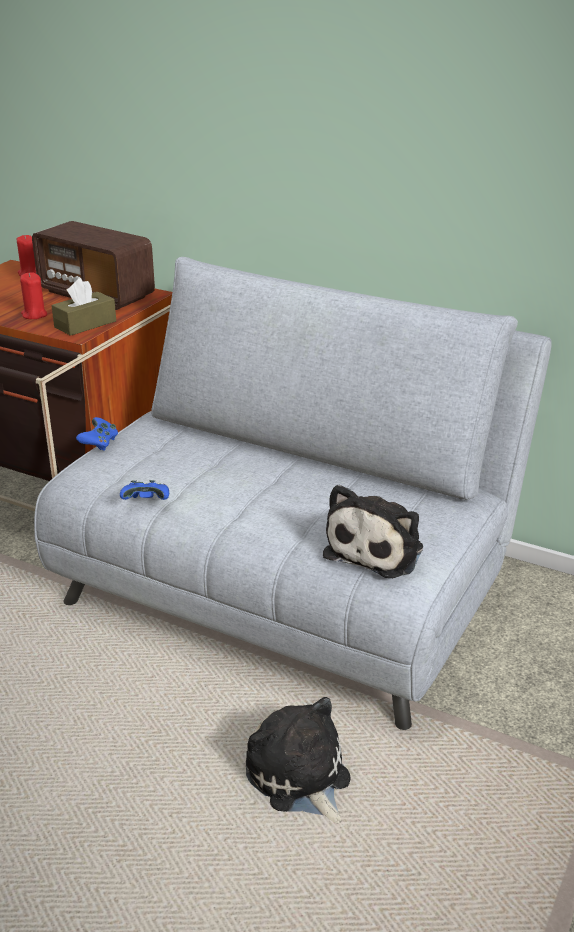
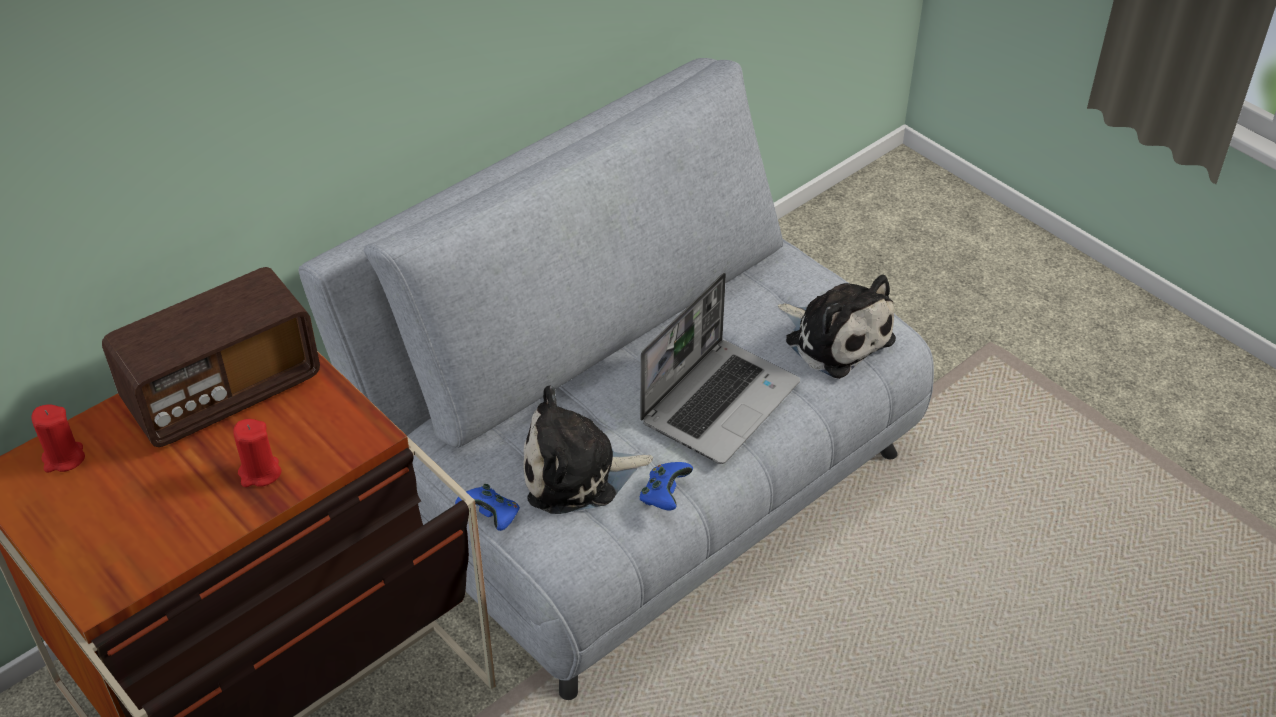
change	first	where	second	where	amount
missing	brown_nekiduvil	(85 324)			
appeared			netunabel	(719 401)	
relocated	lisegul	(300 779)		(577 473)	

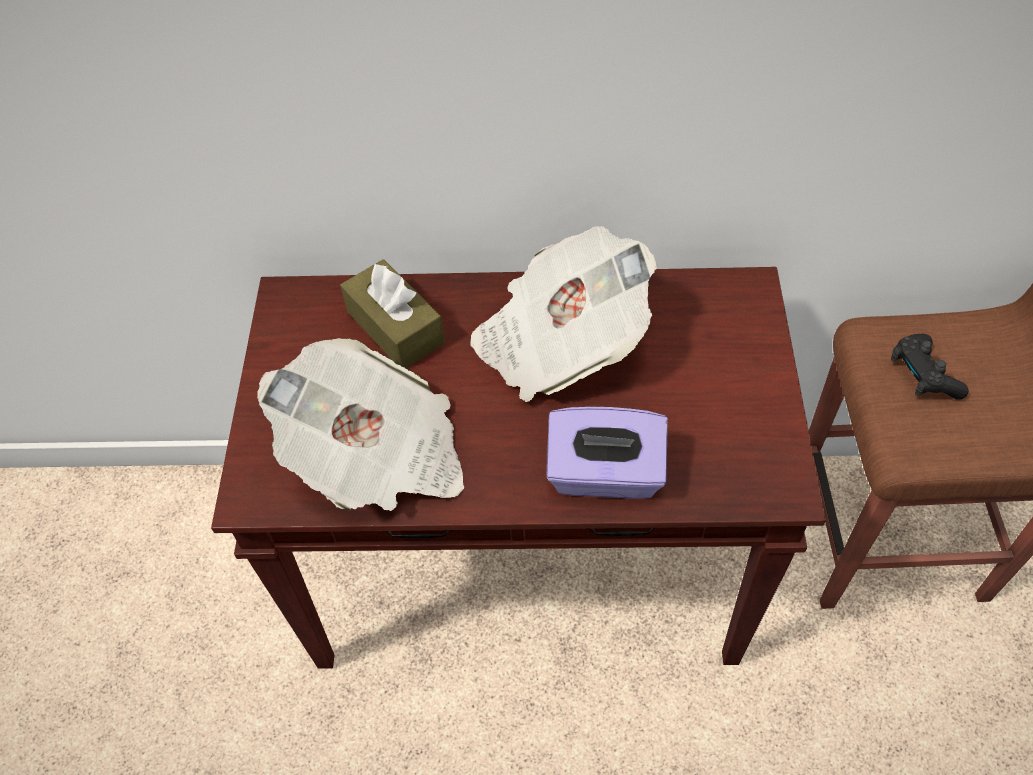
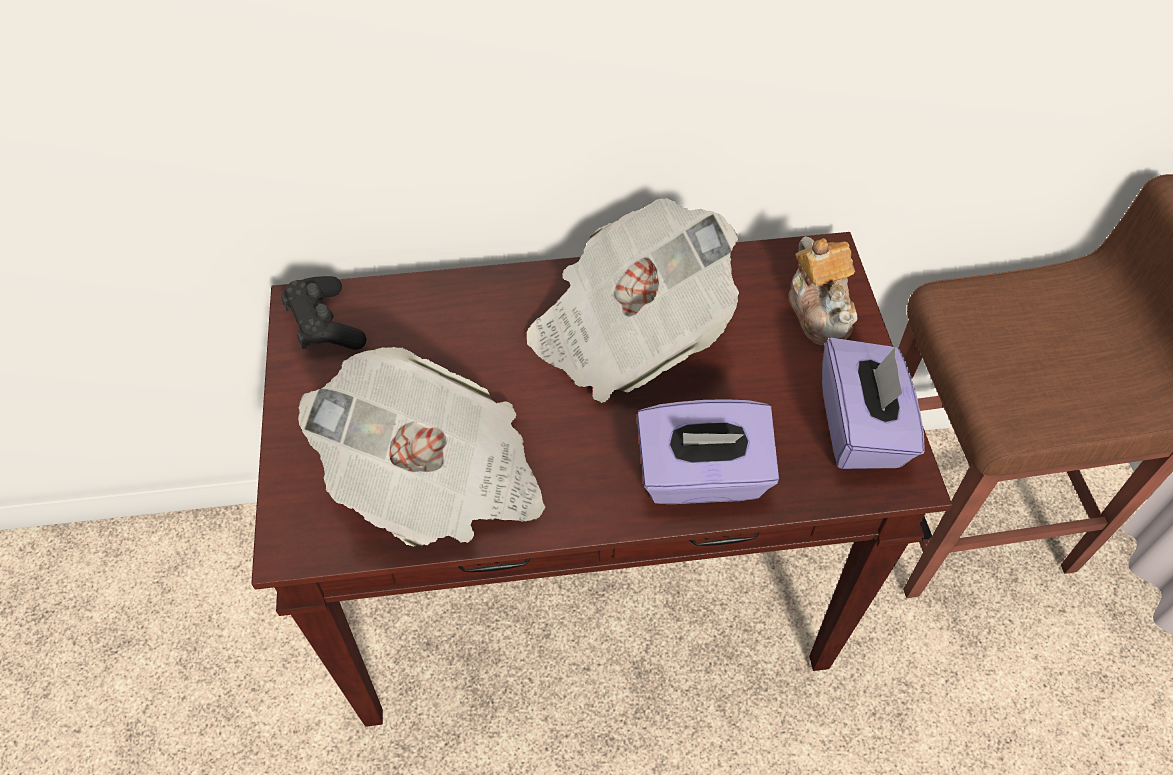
change	first	where	second	where	amount
missing	brown_nekiduvil	(395 327)			
appeared			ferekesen	(820 311)	
appeared			purple_nekiduvil	(861 427)	
relocated	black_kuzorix	(922 376)		(325 325)	

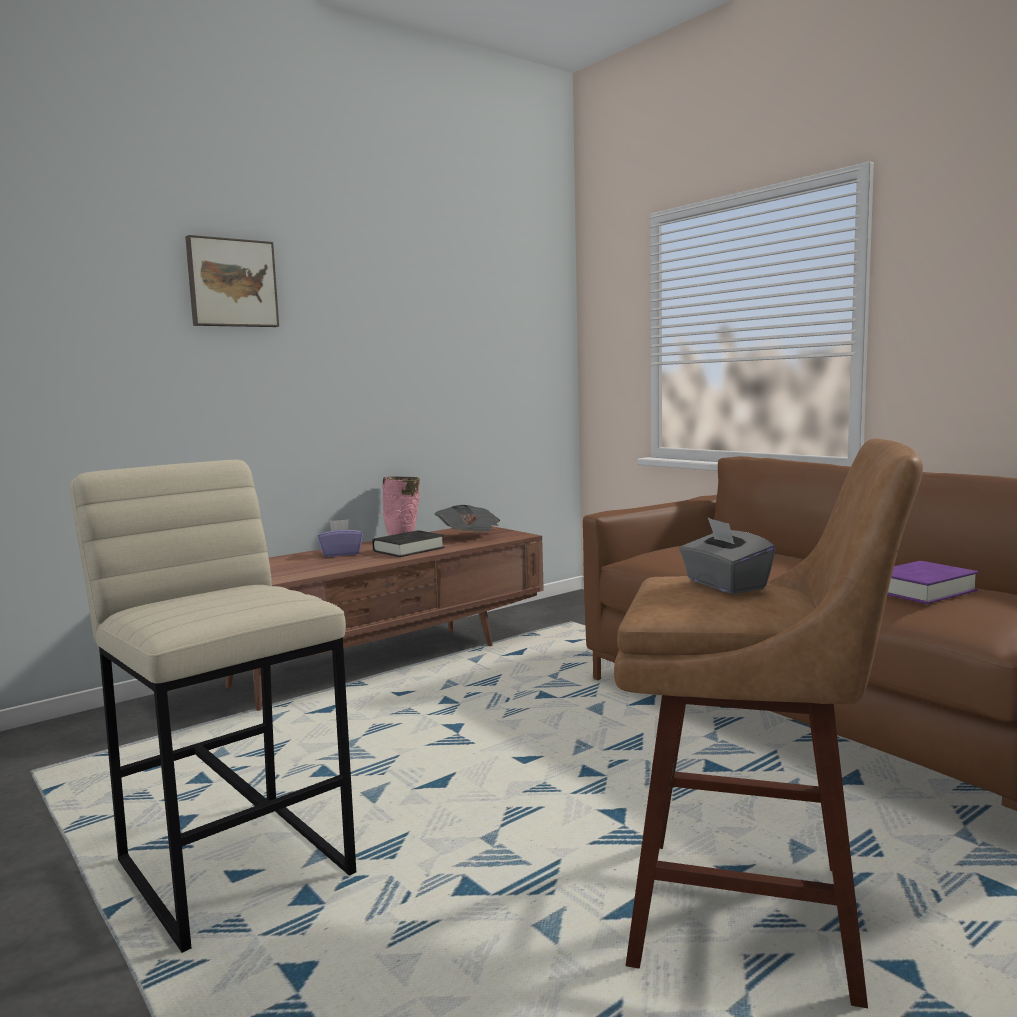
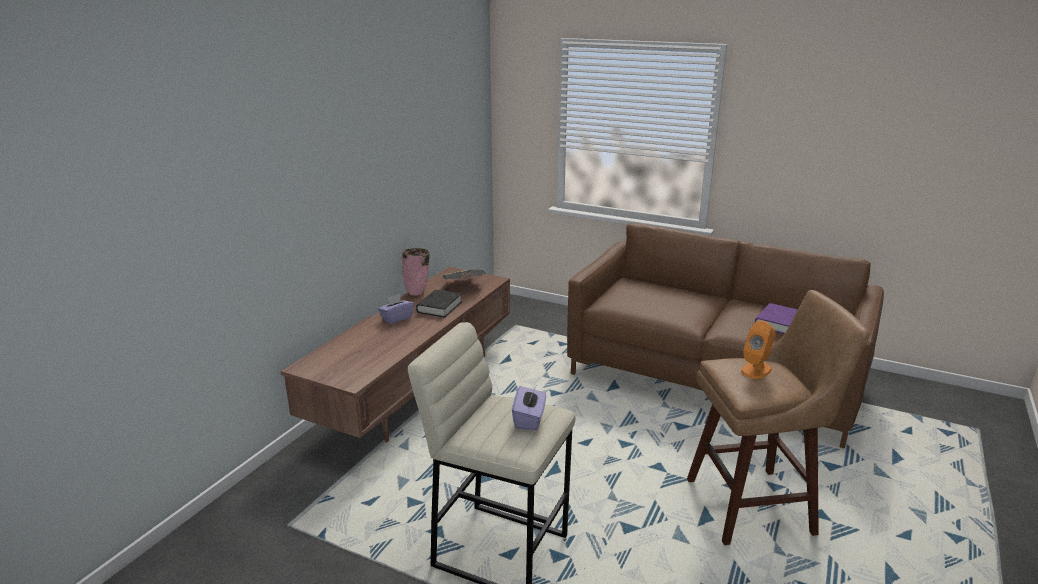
change	first	where	second	where	amount
missing	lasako	(232 283)			
appeared			purple_nekiduvil	(529 419)	
exchanged	grey_nekiduvil	(724 585)	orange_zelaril	(756 370)	

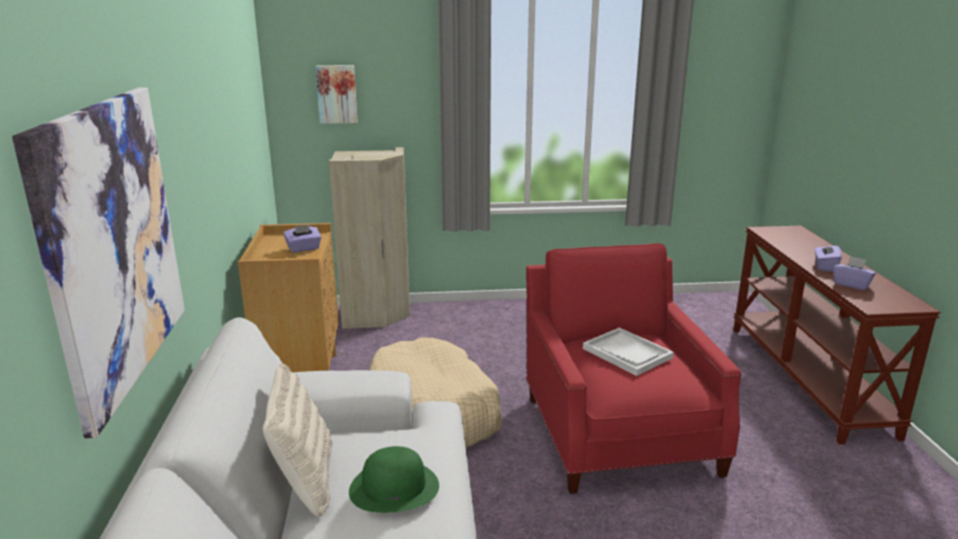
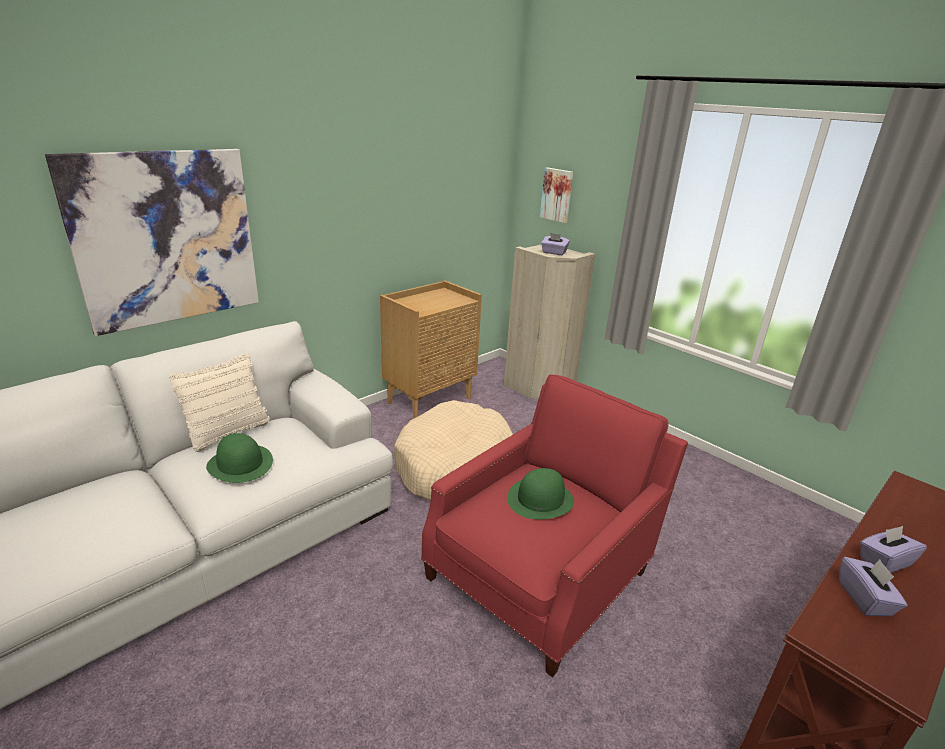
change	first	where	second	where	amount
relocated	purple_nekiduvil	(303 248)		(554 253)	
exchanged	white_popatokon	(627 353)	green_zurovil	(540 499)	

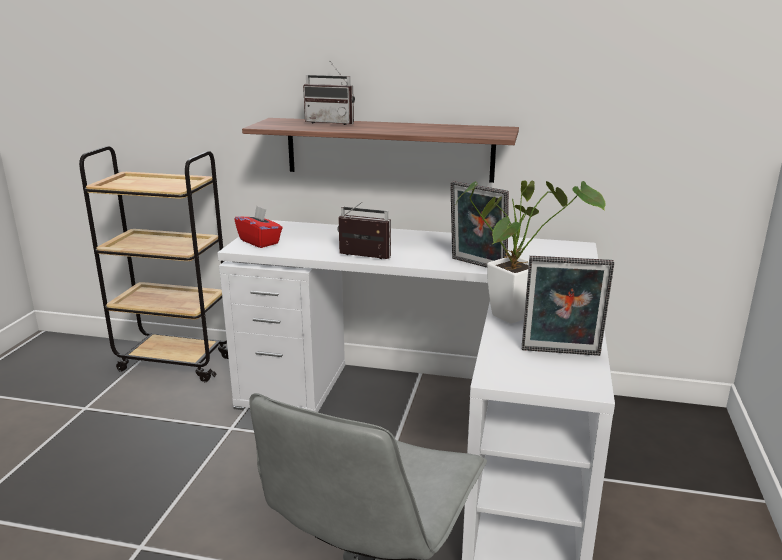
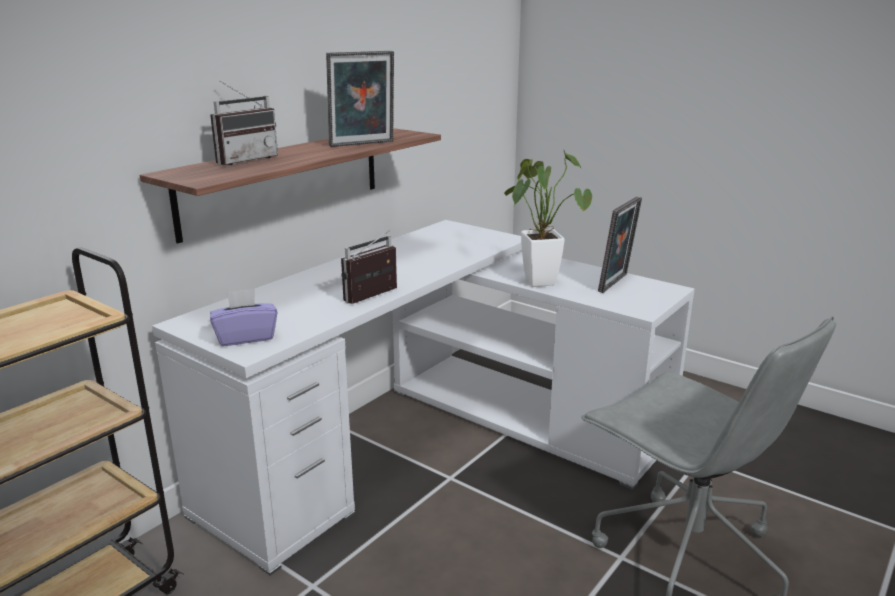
change	first	where	second	where	amount
relocated	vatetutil	(476 265)		(363 144)	
colour	red_nekiduvil	(260 242)	purple_nekiduvil	(245 337)	

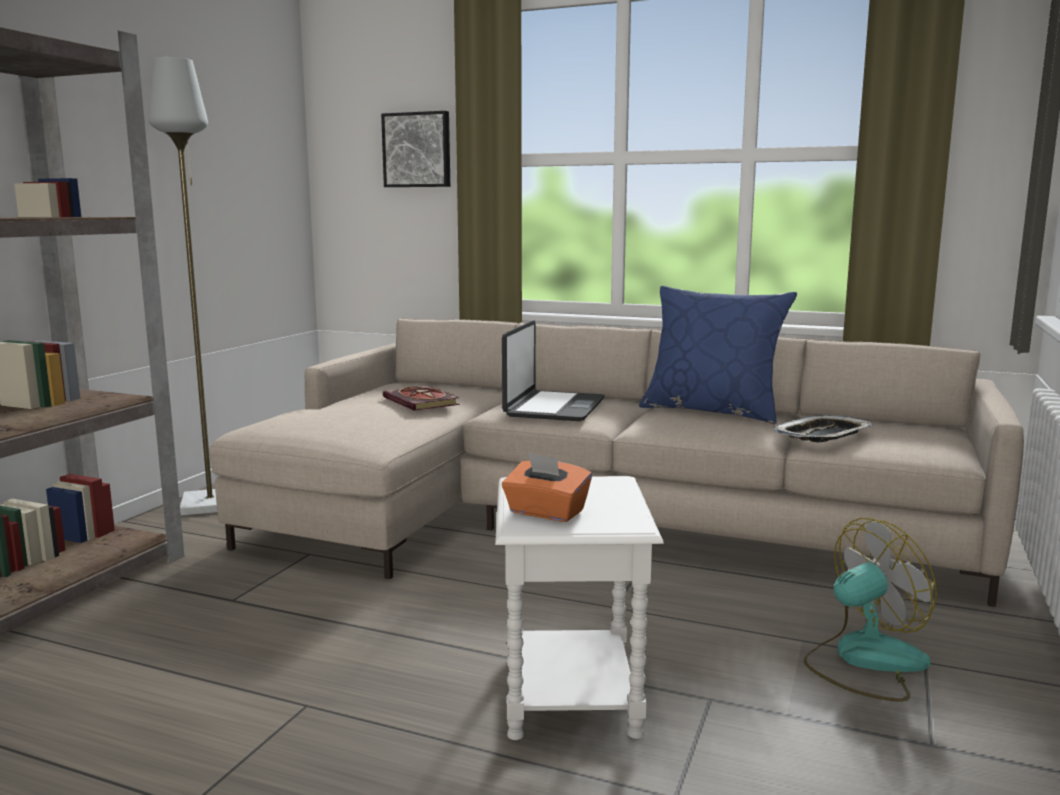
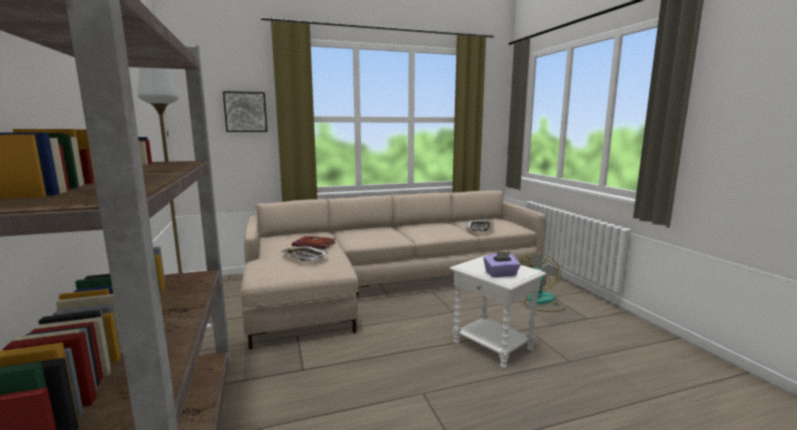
change	first	where	second	where	amount
missing	netunabel	(553 408)			
missing	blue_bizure	(712 411)			
appeared			popatokon	(304 257)	
colour	orange_nekiduvil	(546 512)	purple_nekiduvil	(501 274)	

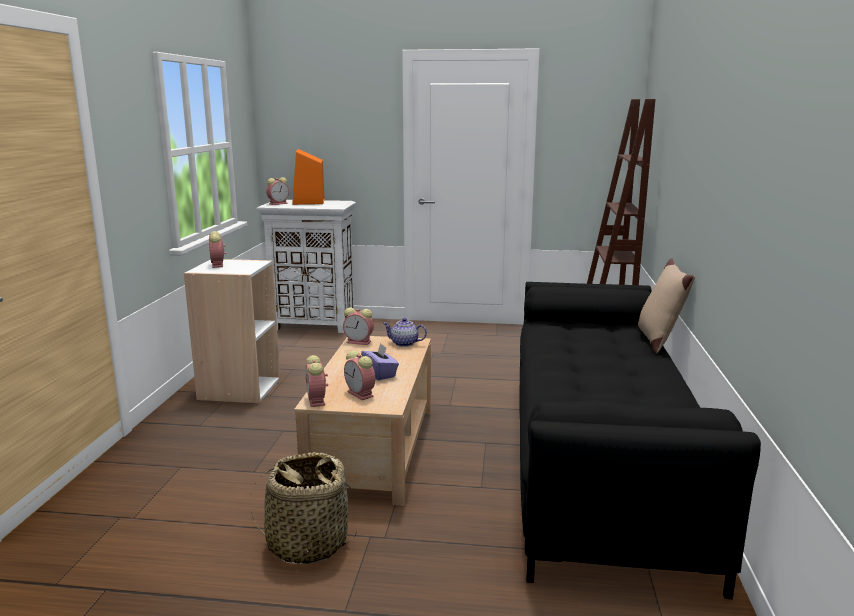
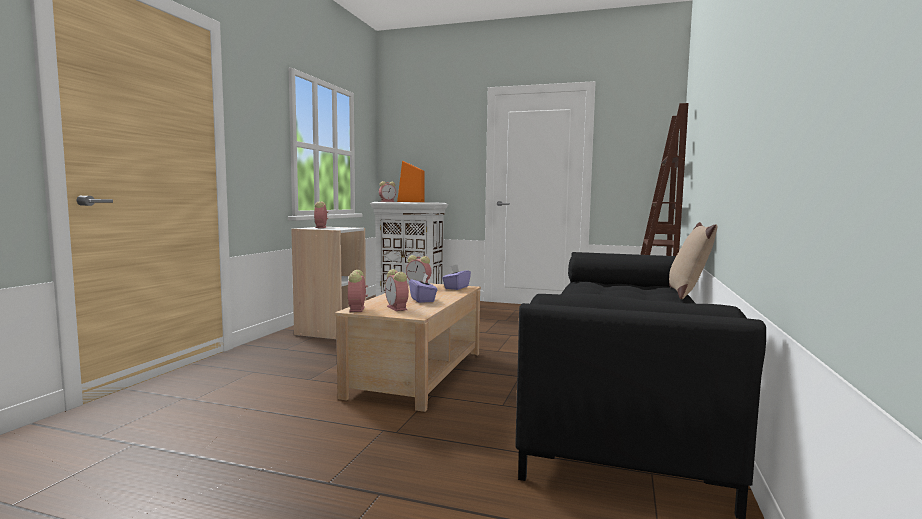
change	first	where	second	where	amount
missing	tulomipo	(307 543)			
exchanged	ferekesen	(404 344)	purple_nekiduvil	(456 287)	

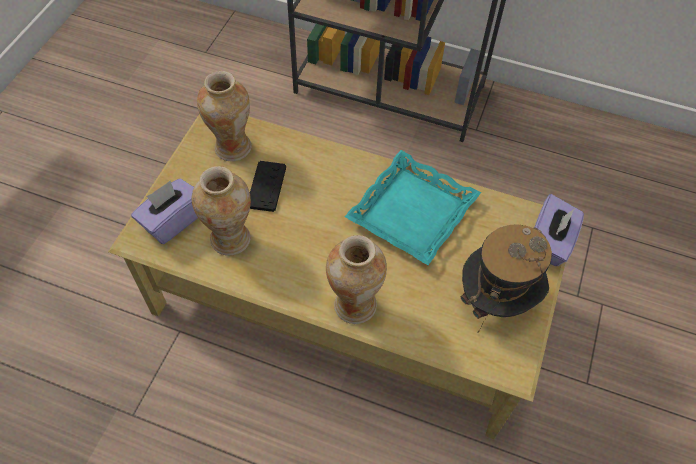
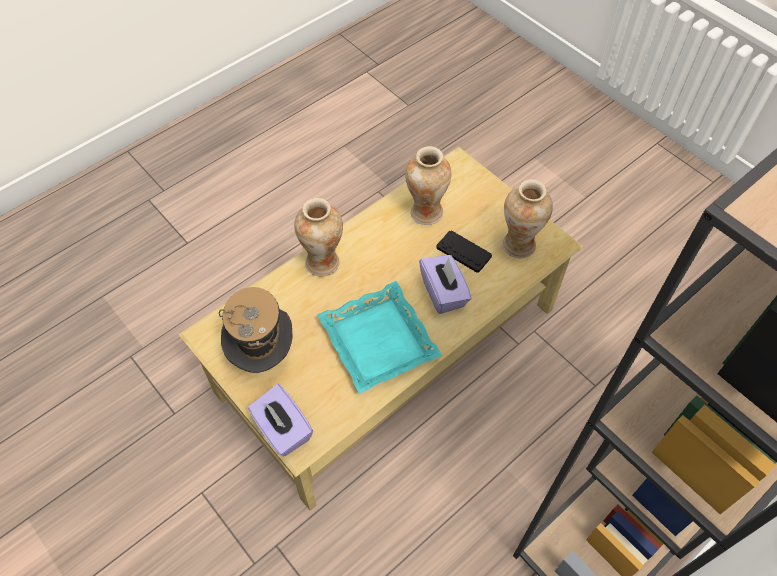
change	first	where	second	where	amount
relocated	purple_nekiduvil	(172 221)		(444 293)	

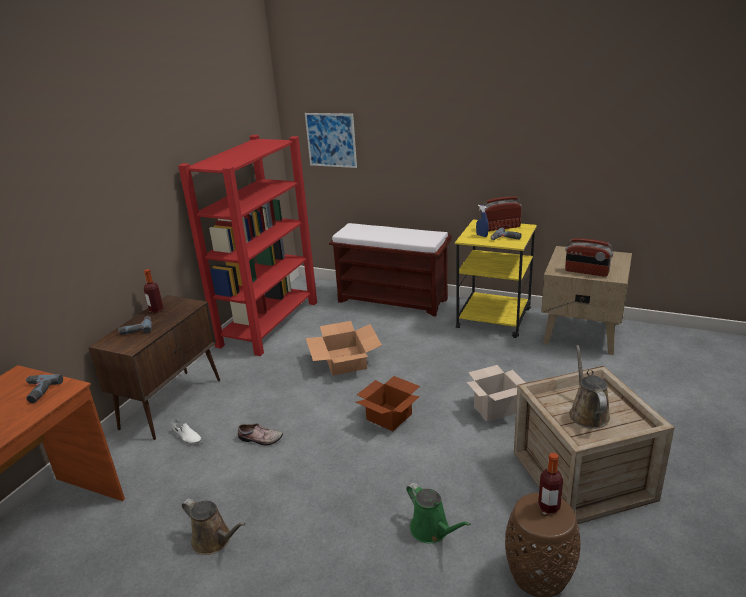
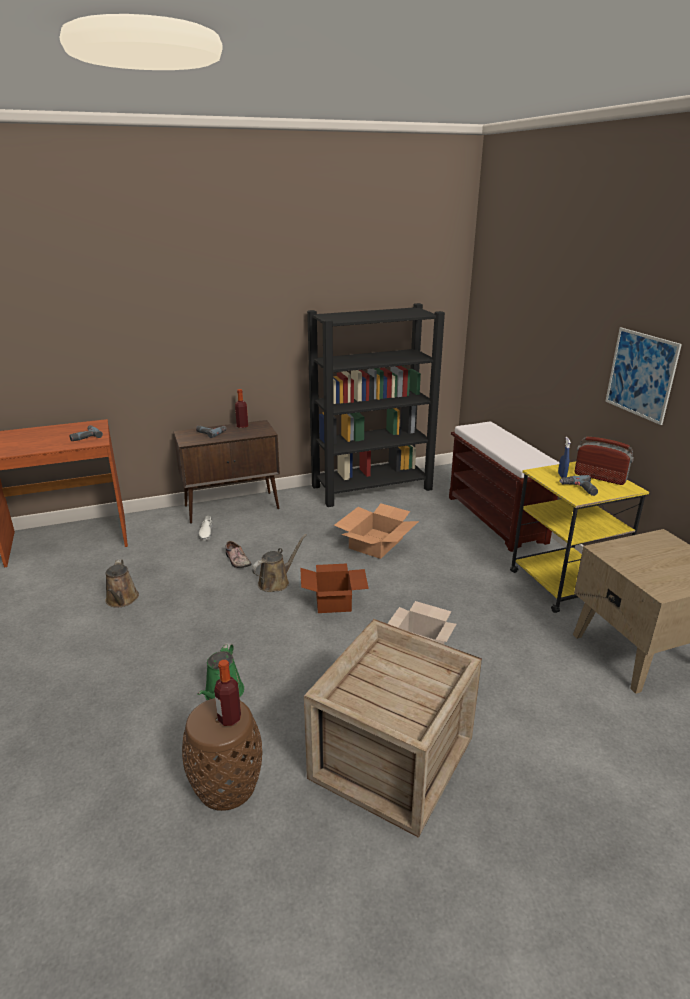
change	first	where	second	where	amount
missing	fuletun	(586 272)			
relocated	lasako	(331 140)		(641 374)	
relocated	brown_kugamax	(587 413)		(276 582)	
colour	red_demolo	(269 323)	black_demolo	(371 488)	

